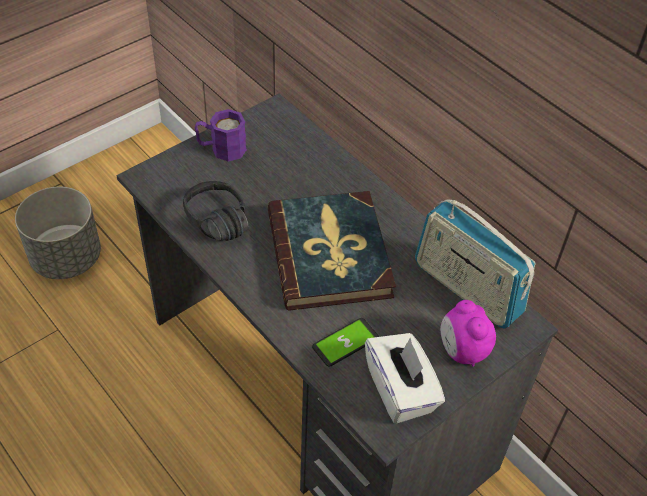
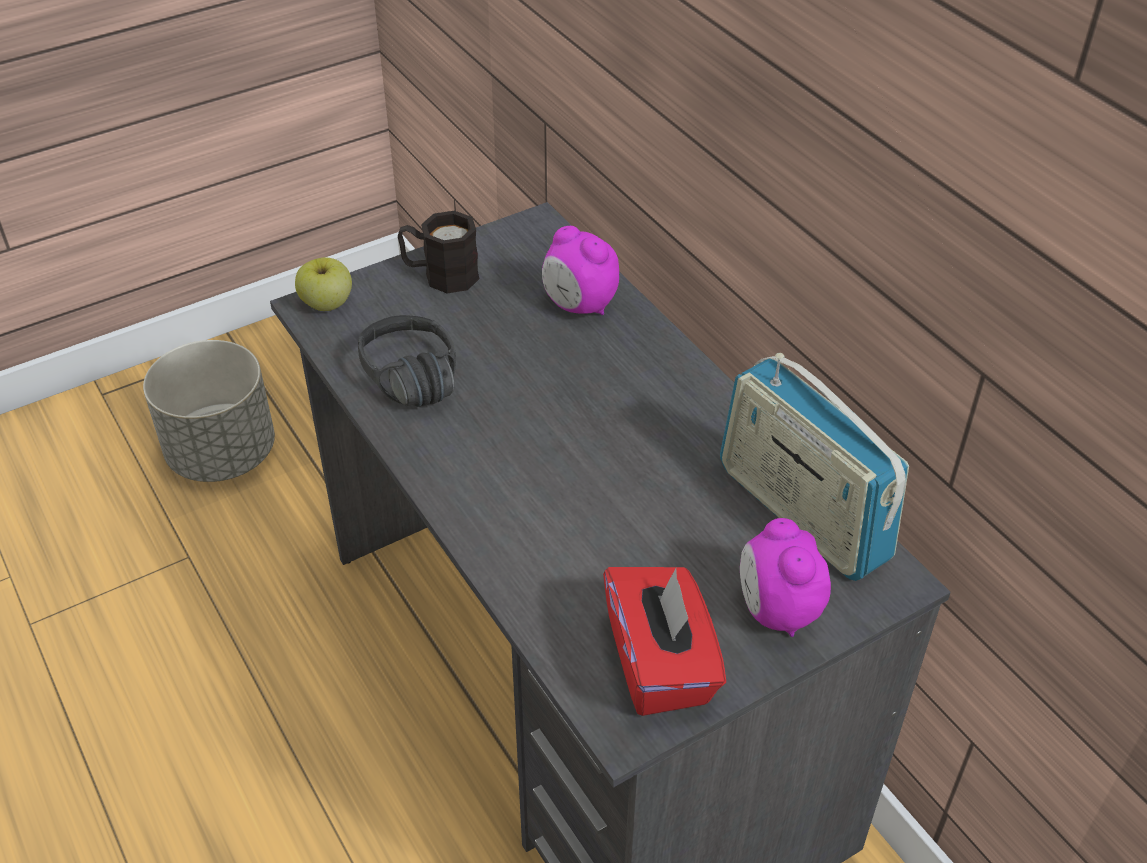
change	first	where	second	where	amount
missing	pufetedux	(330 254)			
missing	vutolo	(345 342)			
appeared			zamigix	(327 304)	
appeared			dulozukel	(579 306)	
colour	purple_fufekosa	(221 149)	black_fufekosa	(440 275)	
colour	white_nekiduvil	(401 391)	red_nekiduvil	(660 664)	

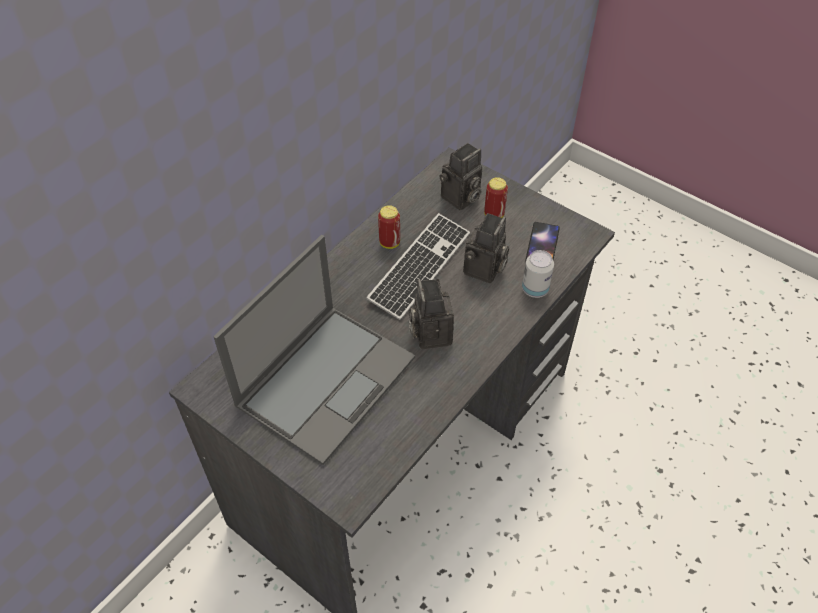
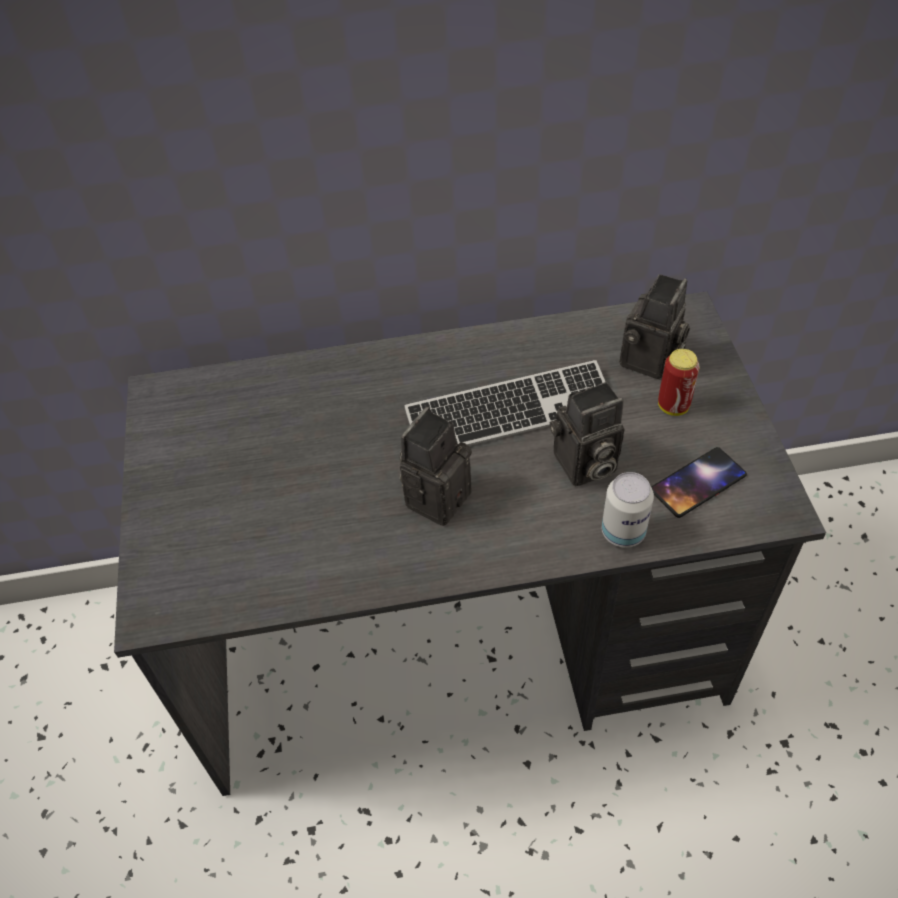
change	first	where	second	where	amount
missing	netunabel	(327 379)			
missing	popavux	(389 243)			
spun	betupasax	(460 199)		(650 362)	60 degrees counterclockwise

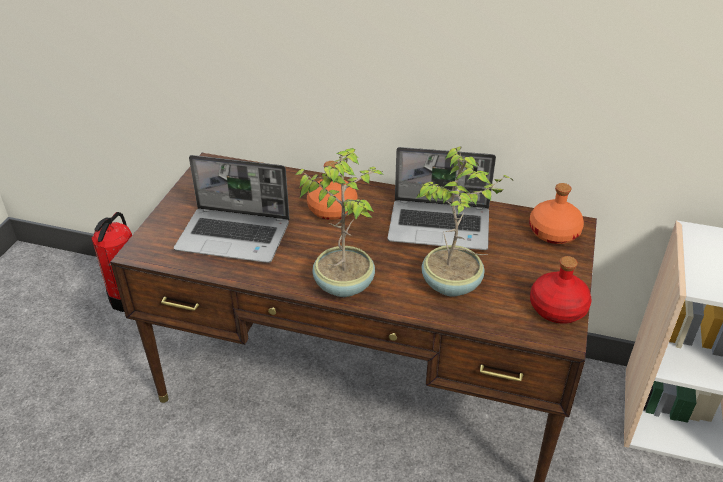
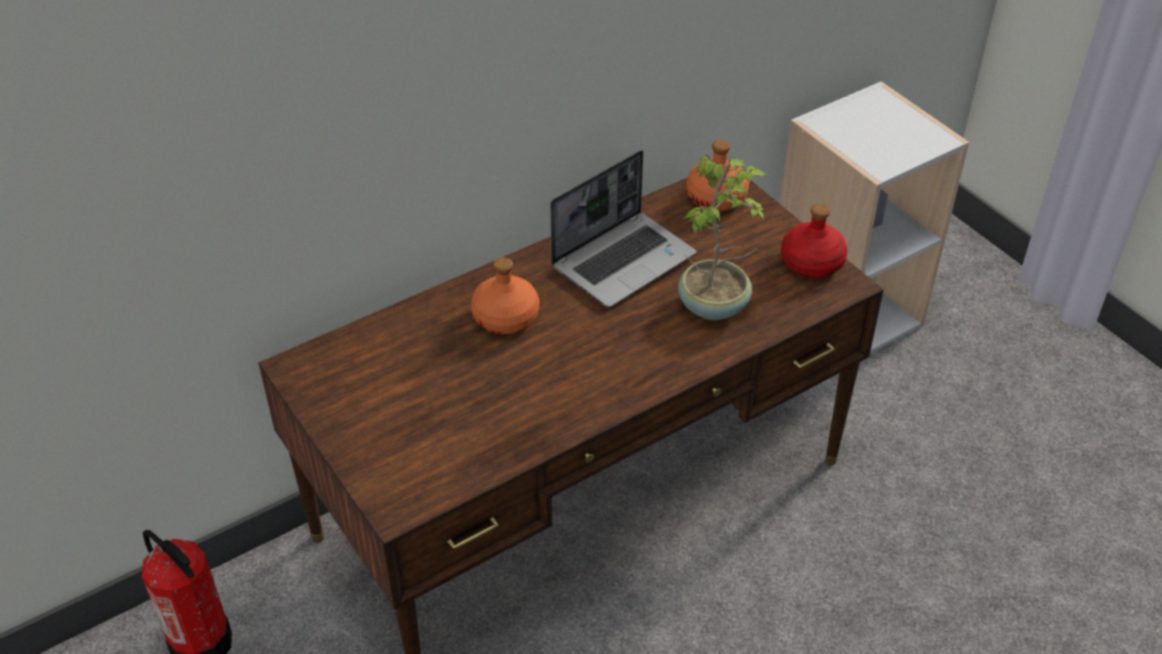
change	first	where	second	where	amount
missing	netunabel	(235 236)			
missing	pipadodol	(344 284)			

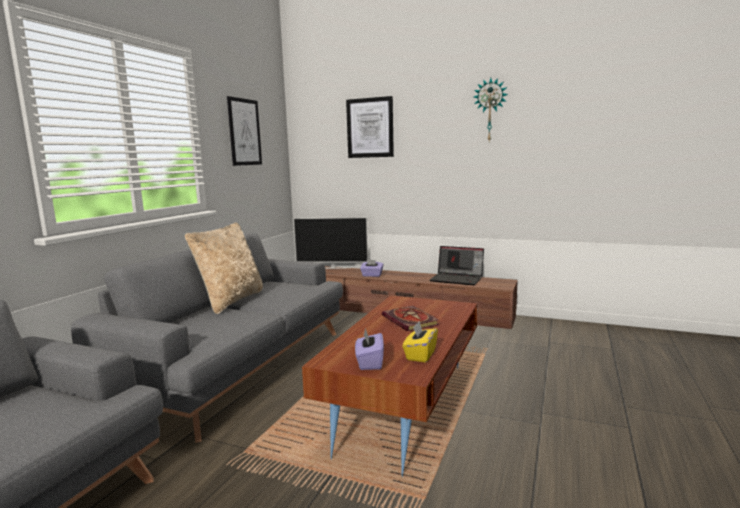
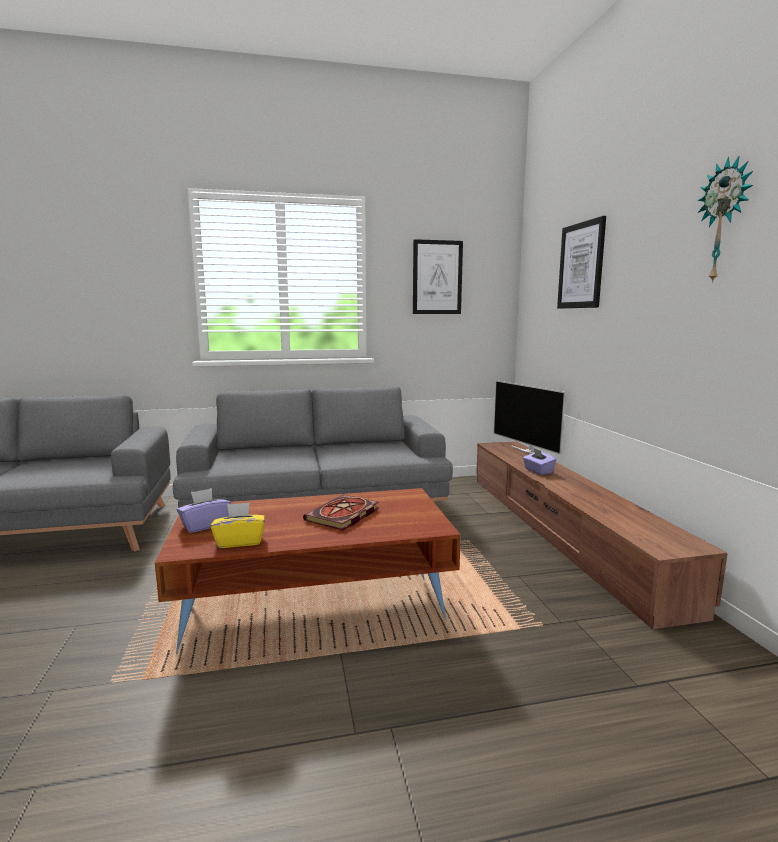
change	first	where	second	where	amount
missing	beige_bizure	(232 301)			
missing	netunabel	(457 279)			

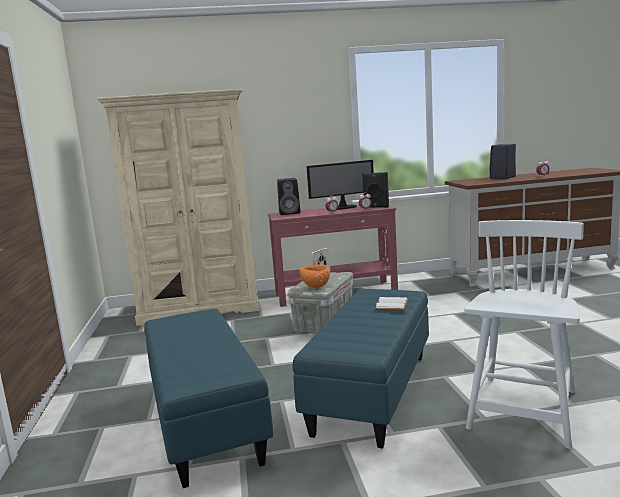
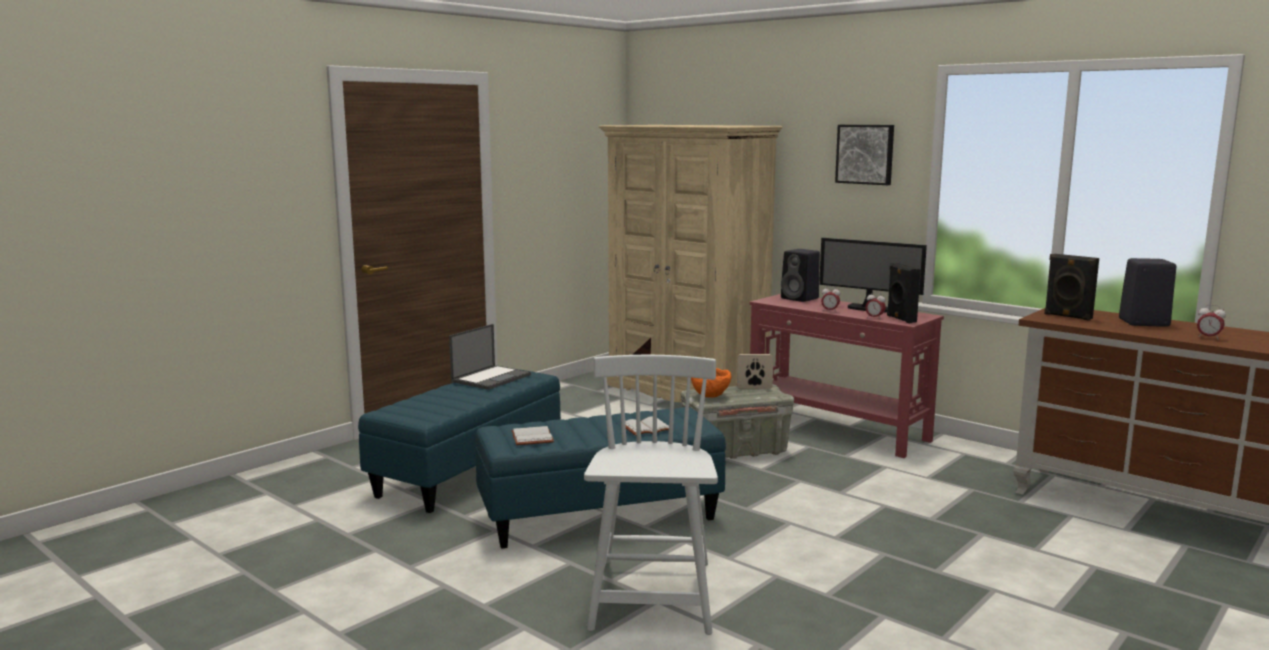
change	first	where	second	where	amount
appeared			netunabel	(491 378)	
appeared			white_pufetedux	(530 437)	
appeared			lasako	(865 154)	
appeared			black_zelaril	(1067 316)	
spun	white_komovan	(523 411)		(652 597)	75 degrees counterclockwise

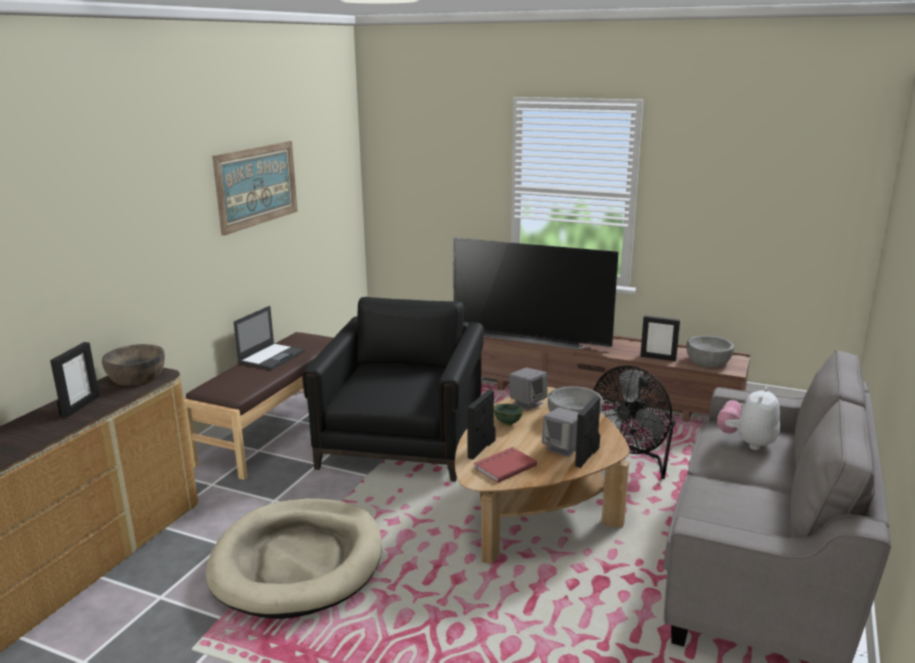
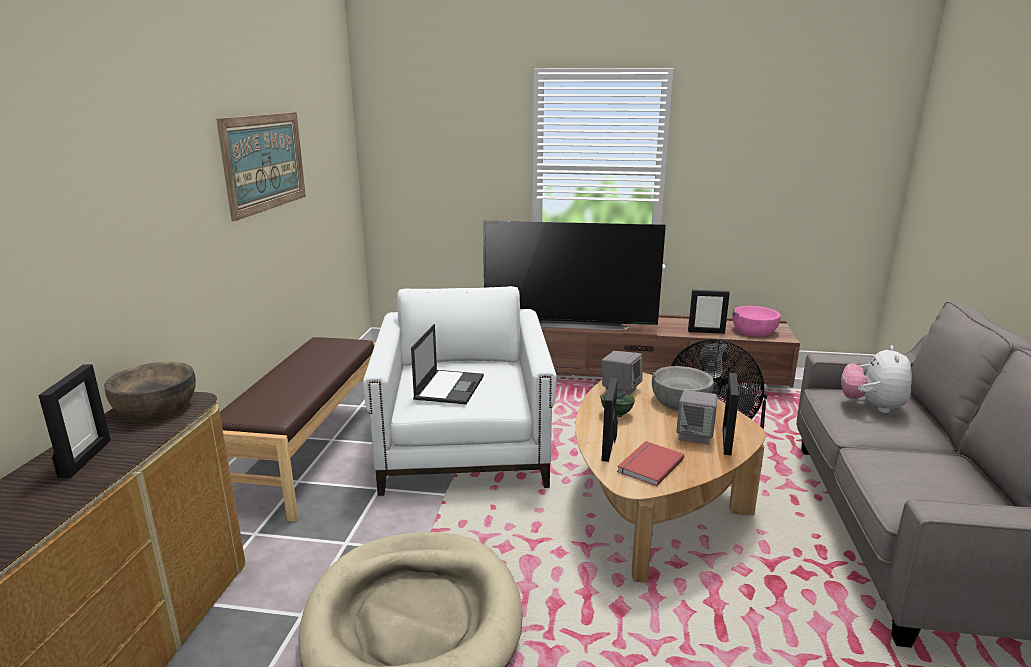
change	first	where	second	where	amount
relocated	netunabel	(272 356)		(449 387)	
colour	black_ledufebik	(403 439)	white_ledufebik	(464 446)	
colour	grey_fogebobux	(708 361)	pink_fogebobux	(754 331)	

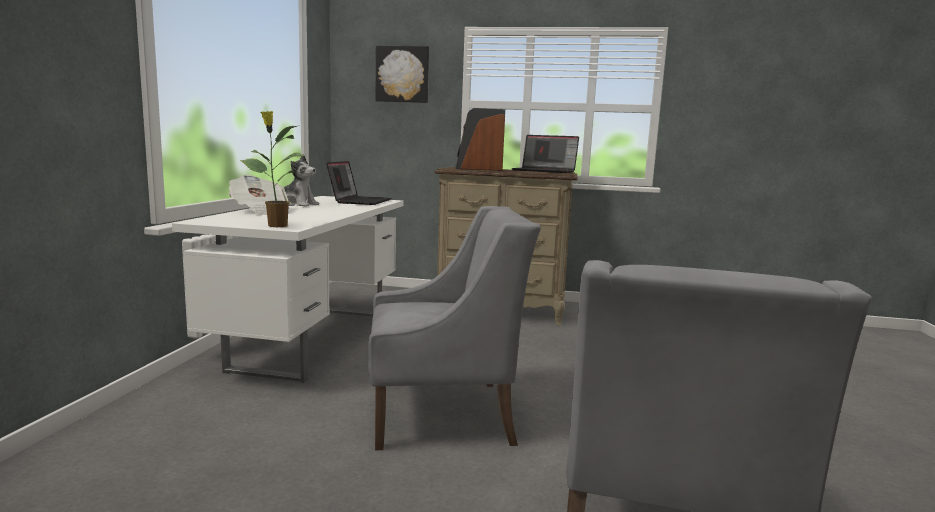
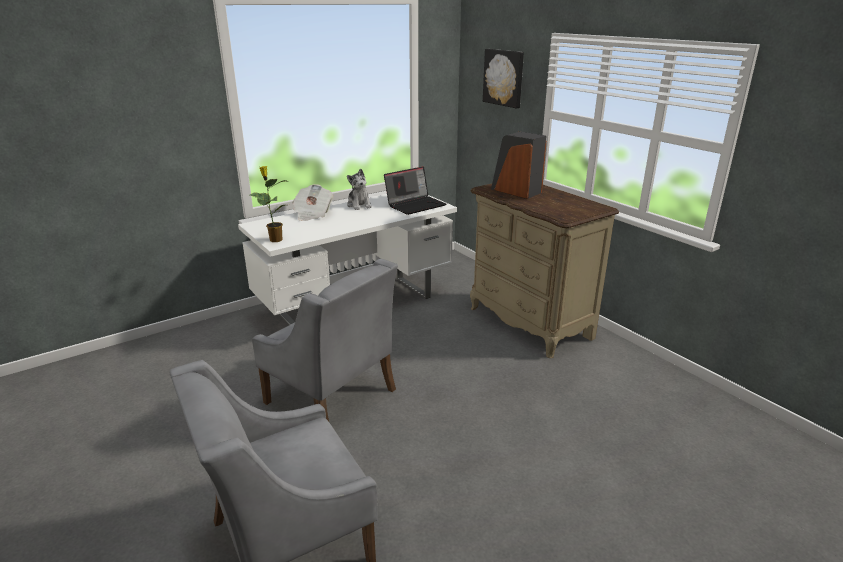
change	first	where	second	where	amount
missing	netunabel	(545 171)			

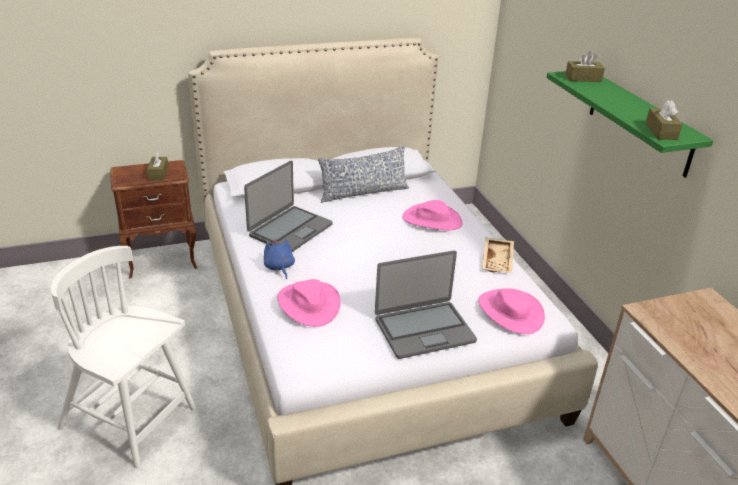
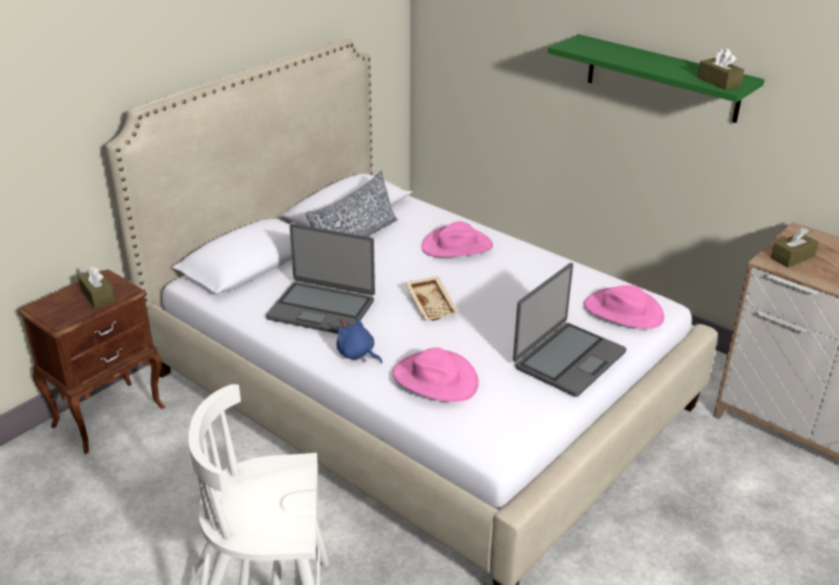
change	first	where	second	where	amount
relocated	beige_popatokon	(498 261)		(432 305)	
relocated	brown_nekiduvil	(583 78)		(792 257)	
spun	netunabel	(290 230)		(322 309)	105 degrees clockwise

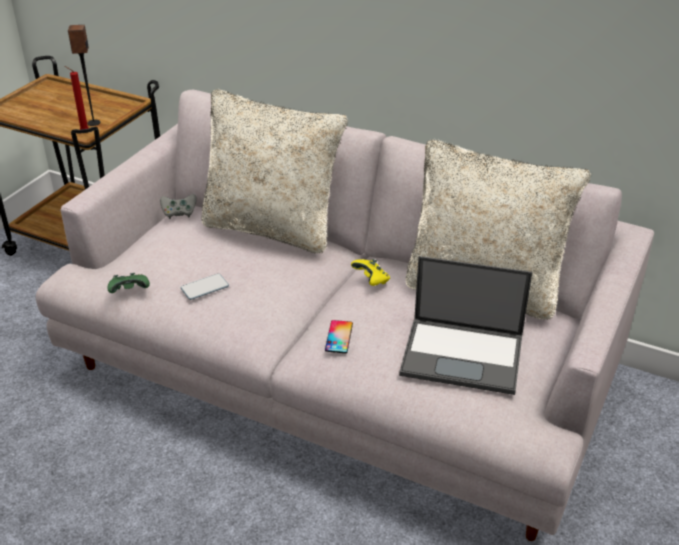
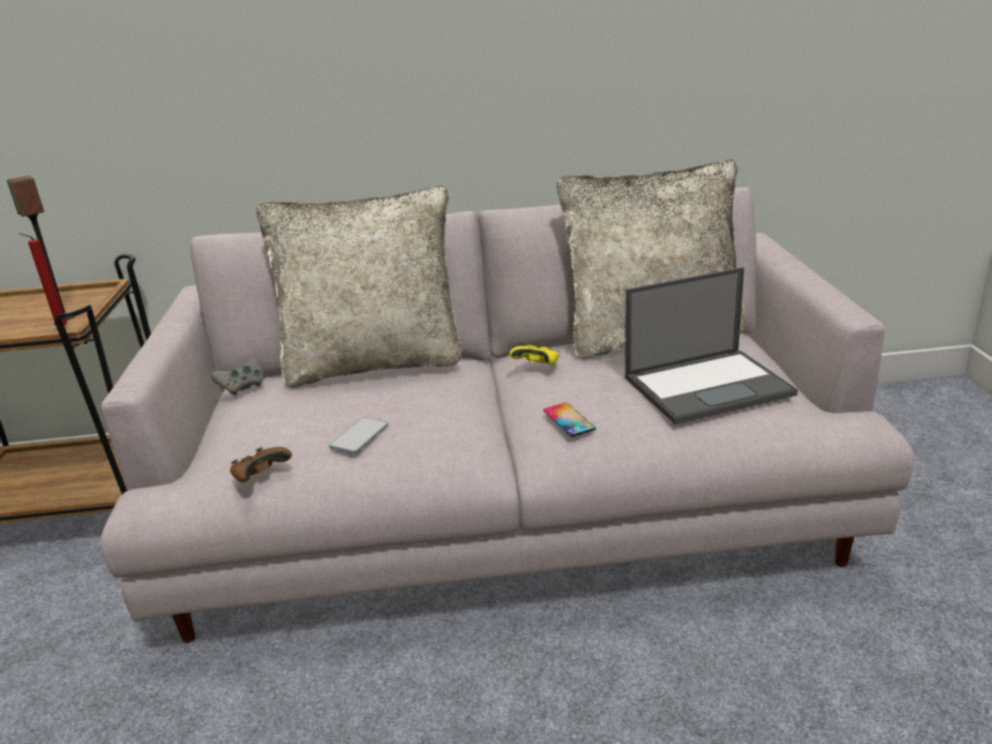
change	first	where	second	where	amount
colour	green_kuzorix	(130 291)	brown_kuzorix	(261 476)	

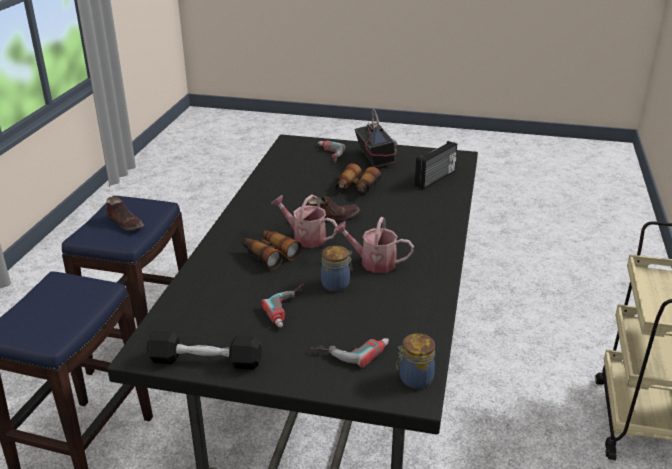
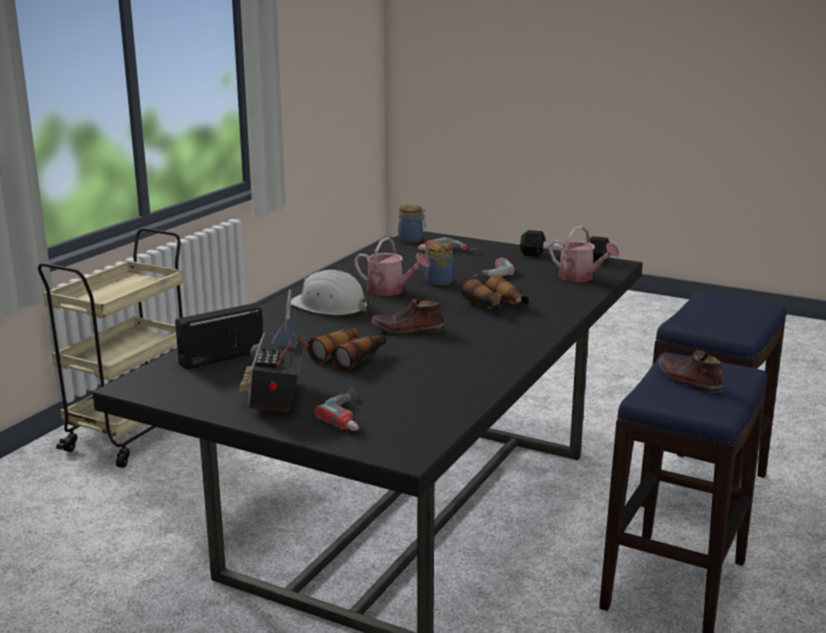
change	first	where	second	where	amount
appeared			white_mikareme	(329 305)	
relocated	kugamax	(305 237)		(580 278)	

